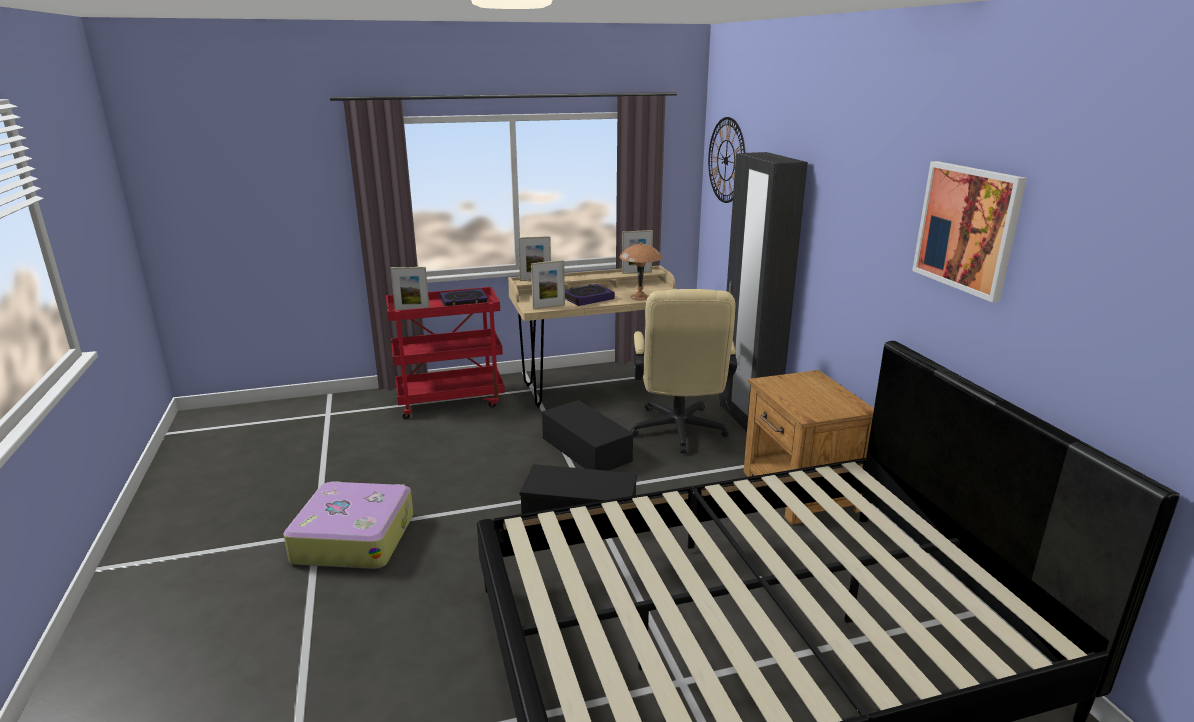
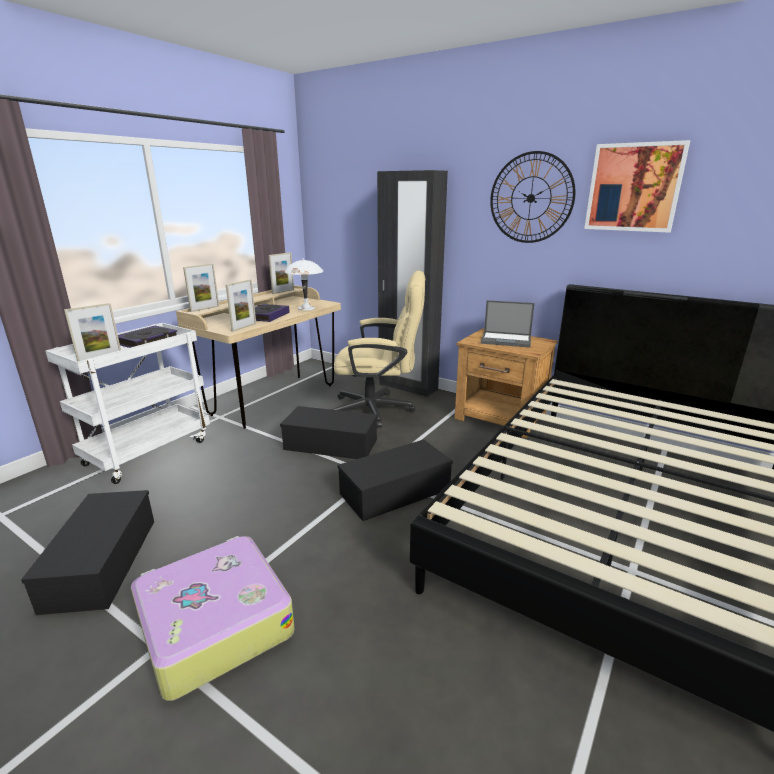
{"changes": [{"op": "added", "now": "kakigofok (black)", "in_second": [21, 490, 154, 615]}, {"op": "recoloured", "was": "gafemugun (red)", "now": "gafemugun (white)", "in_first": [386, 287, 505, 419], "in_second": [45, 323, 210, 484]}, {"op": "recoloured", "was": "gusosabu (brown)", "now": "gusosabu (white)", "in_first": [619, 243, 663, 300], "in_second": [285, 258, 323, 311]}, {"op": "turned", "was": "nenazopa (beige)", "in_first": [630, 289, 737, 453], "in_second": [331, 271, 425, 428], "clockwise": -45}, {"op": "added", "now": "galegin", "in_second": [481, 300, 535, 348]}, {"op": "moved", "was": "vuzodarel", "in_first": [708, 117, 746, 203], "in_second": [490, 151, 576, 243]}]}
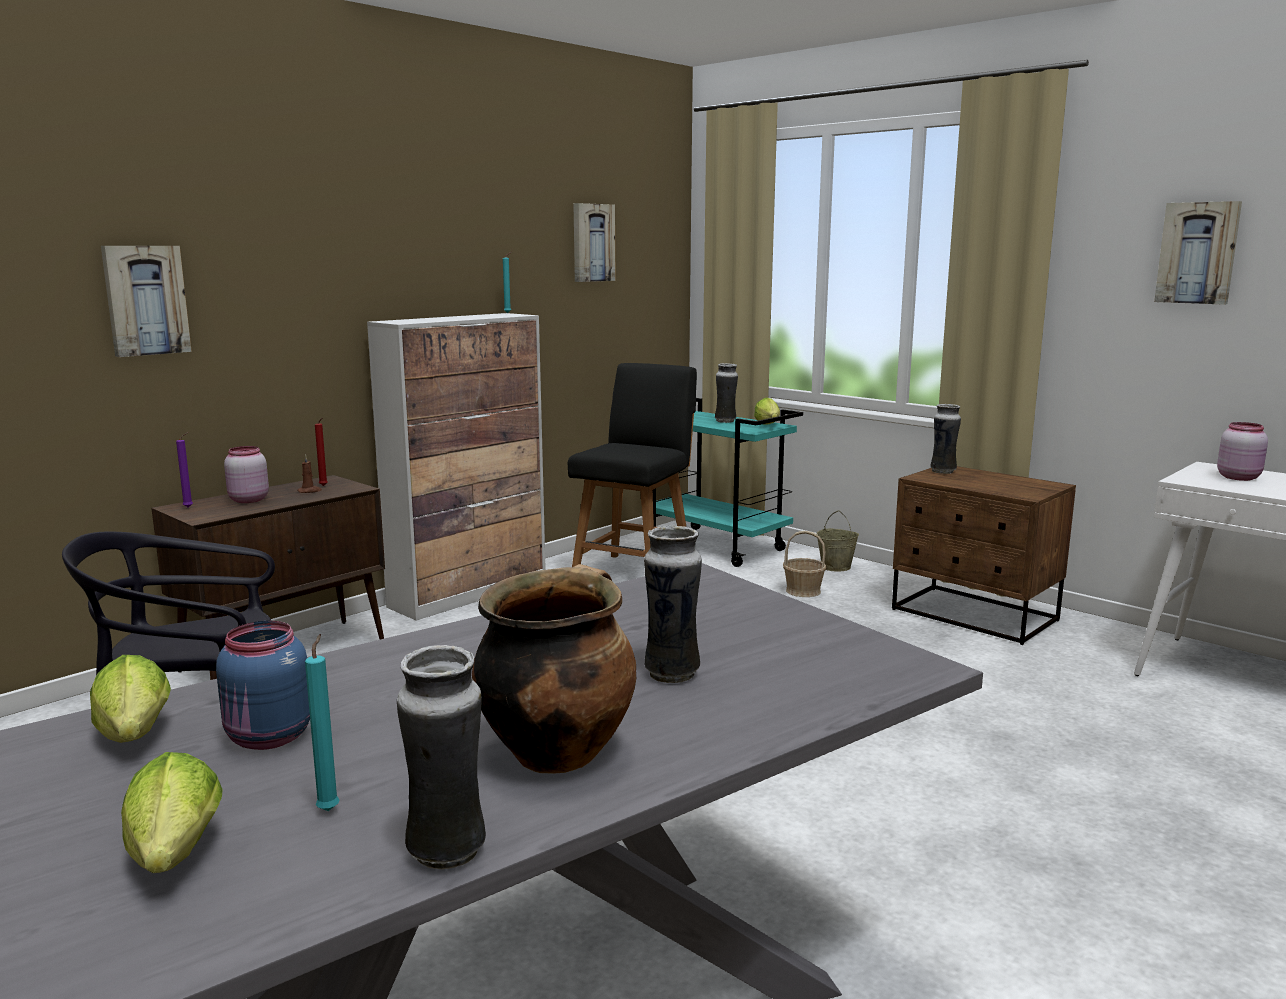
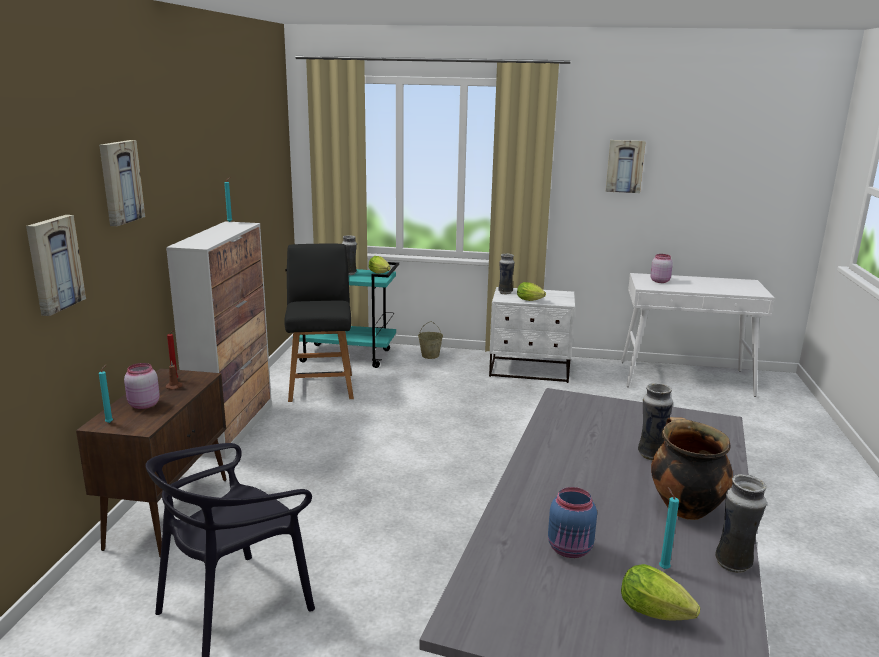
{"changes": [{"op": "moved", "was": "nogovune", "in_first": [573, 203, 615, 282], "in_second": [99, 140, 145, 226]}, {"op": "recoloured", "was": "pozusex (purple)", "now": "pozusex (turquoise)", "in_first": [176, 432, 193, 508], "in_second": [99, 365, 113, 423]}, {"op": "recoloured", "was": "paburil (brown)", "now": "paburil (white)", "in_first": [892, 466, 1076, 645], "in_second": [489, 287, 575, 383]}, {"op": "moved", "was": "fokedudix", "in_first": [90, 655, 171, 743], "in_second": [517, 282, 546, 301]}, {"op": "removed", "was": "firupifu", "in_first": [783, 531, 826, 597]}]}
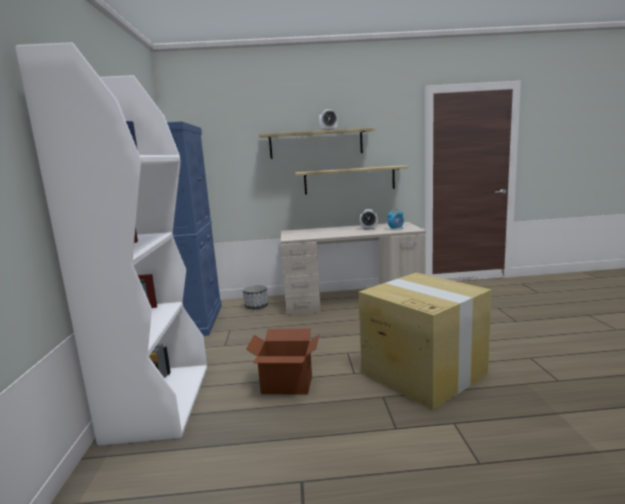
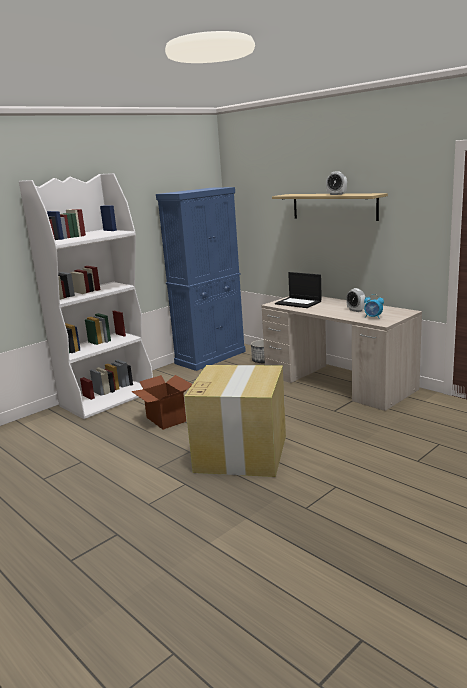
{"changes": [{"op": "added", "now": "galegin", "in_second": [275, 272, 322, 308]}, {"op": "removed", "was": "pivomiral", "in_first": [295, 165, 409, 195]}]}
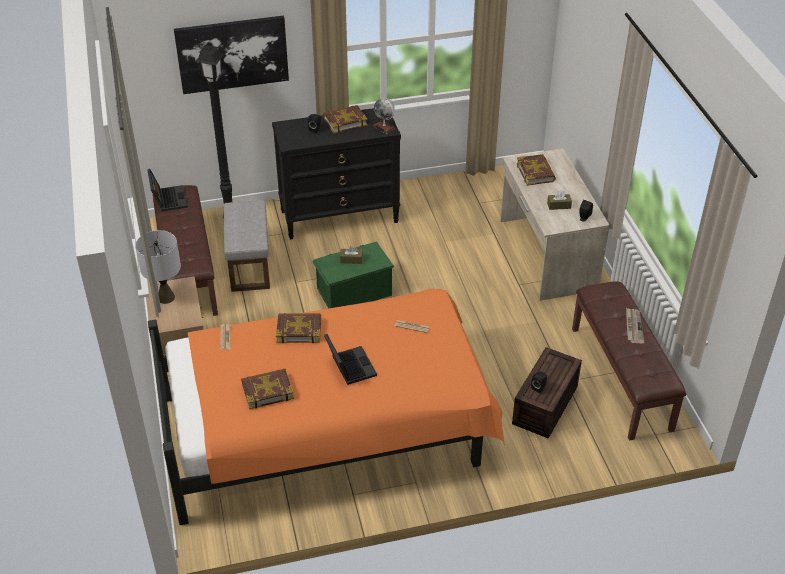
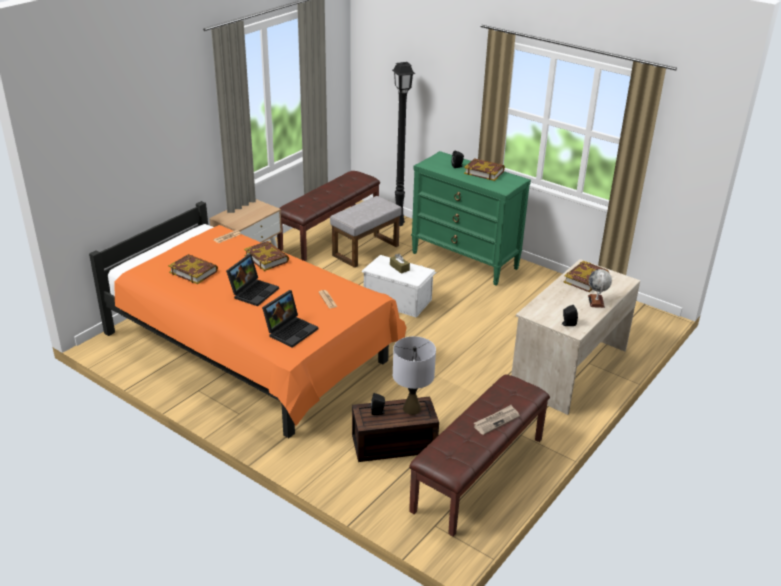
{"changes": [{"op": "moved", "was": "galegin", "in_first": [147, 169, 188, 212], "in_second": [262, 290, 318, 348]}, {"op": "recoloured", "was": "kakigofok (green)", "now": "kakigofok (white)", "in_first": [312, 242, 394, 308], "in_second": [362, 255, 436, 318]}, {"op": "moved", "was": "gusosabu (grey)", "in_first": [135, 230, 181, 304], "in_second": [393, 336, 436, 415]}, {"op": "recoloured", "was": "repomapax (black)", "now": "repomapax (green)", "in_first": [272, 108, 401, 239], "in_second": [411, 151, 531, 286]}, {"op": "moved", "was": "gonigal", "in_first": [373, 98, 396, 134], "in_second": [588, 269, 612, 308]}, {"op": "removed", "was": "nogovune", "in_first": [174, 16, 289, 94]}, {"op": "removed", "was": "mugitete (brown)", "in_first": [547, 190, 572, 210]}]}
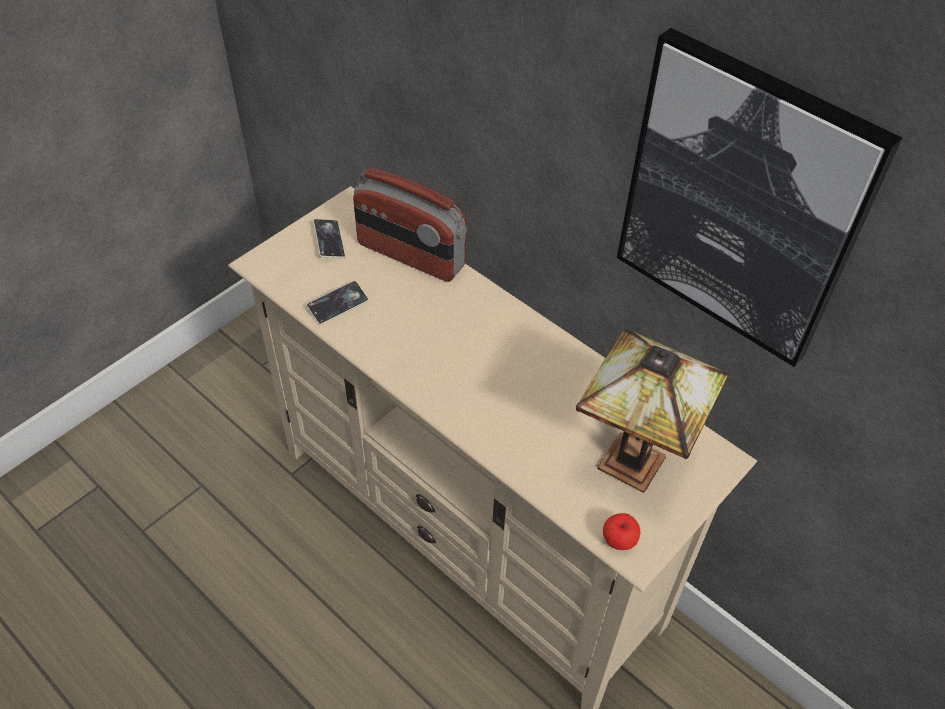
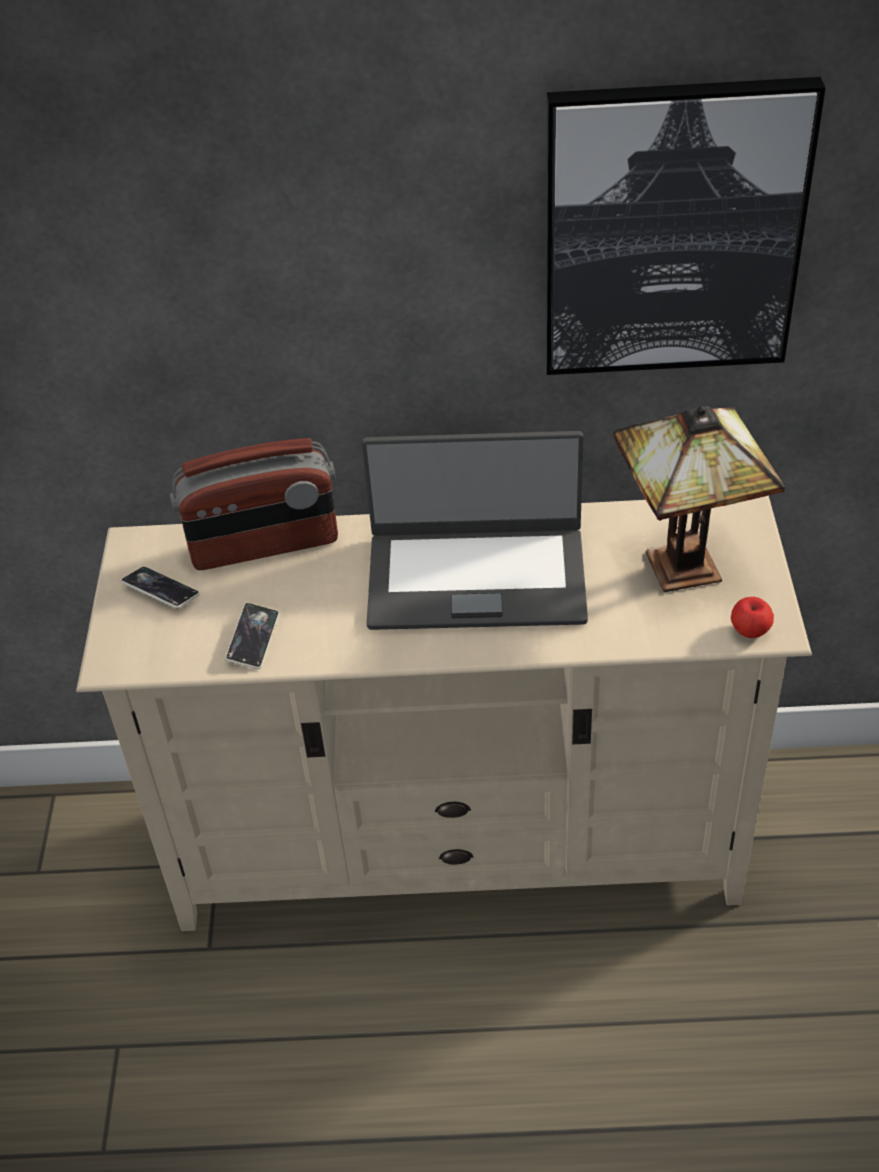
{"changes": [{"op": "added", "now": "galegin", "in_second": [362, 431, 588, 630]}]}
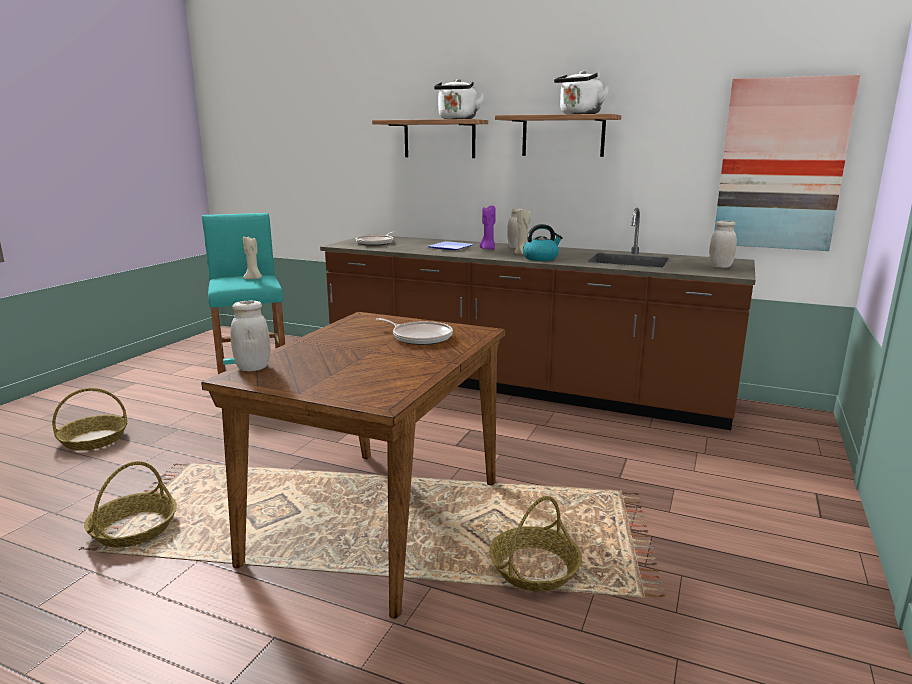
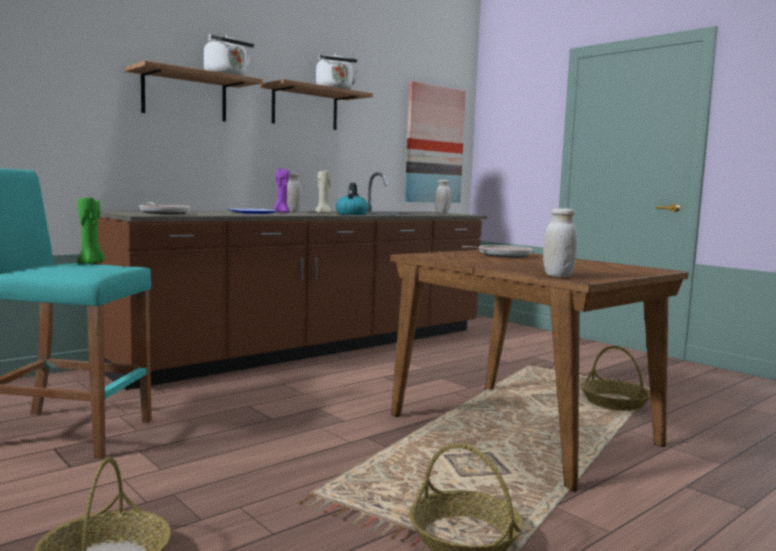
{"changes": [{"op": "recoloured", "was": "pozusex (beige)", "now": "pozusex (green)", "in_first": [243, 235, 262, 279], "in_second": [77, 196, 105, 264]}]}
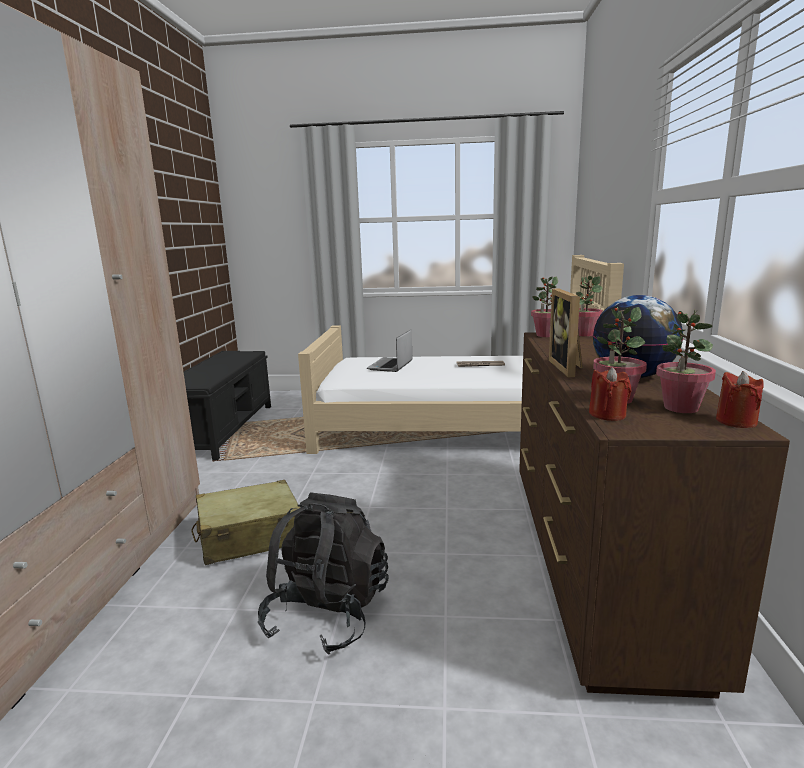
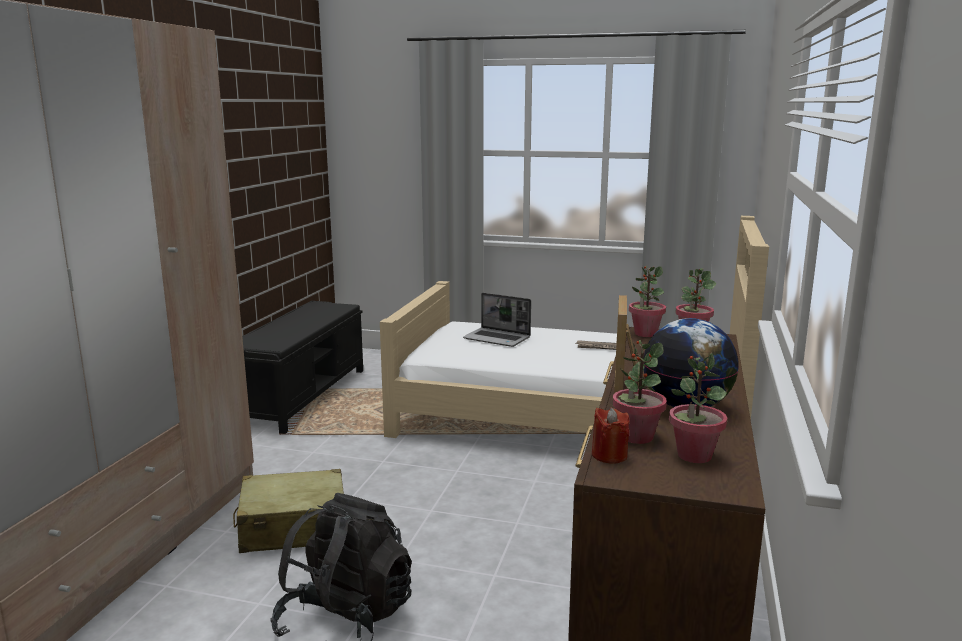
{"changes": [{"op": "turned", "was": "galegin", "in_first": [367, 330, 412, 372], "in_second": [463, 293, 531, 347], "clockwise": -90}, {"op": "removed", "was": "pozusex (red)", "in_first": [716, 371, 764, 428]}]}
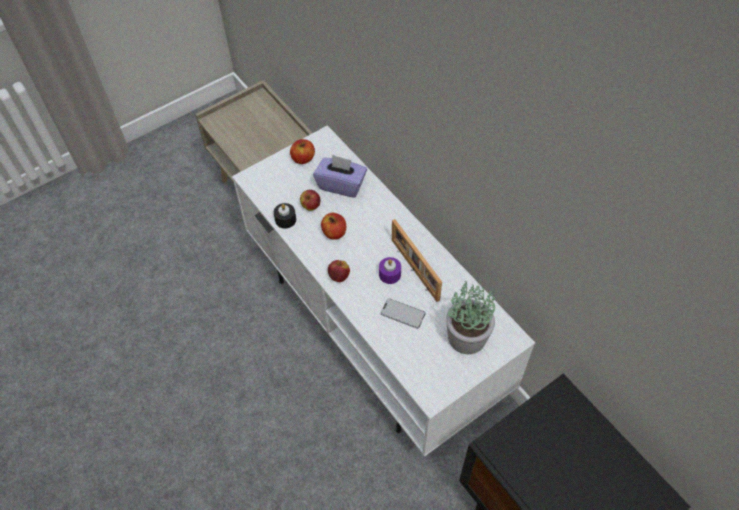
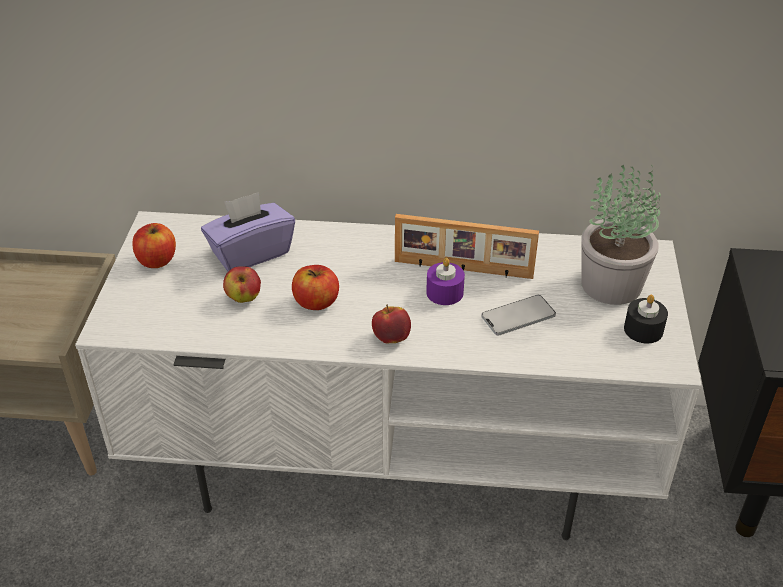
{"changes": [{"op": "moved", "was": "pozusex (black)", "in_first": [274, 203, 296, 229], "in_second": [624, 294, 668, 343]}]}
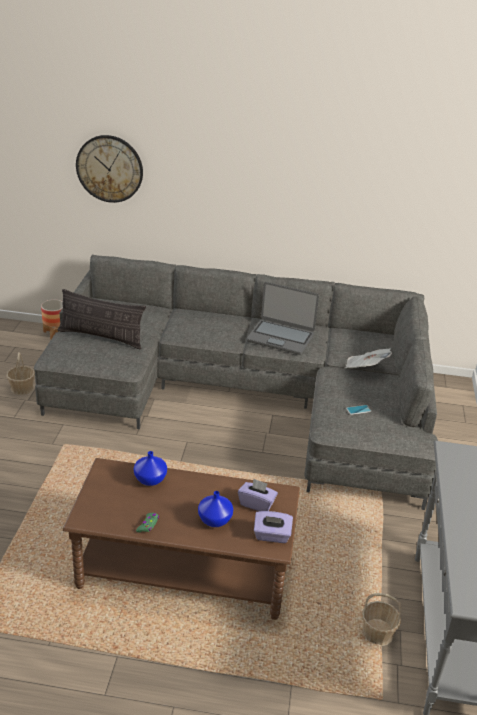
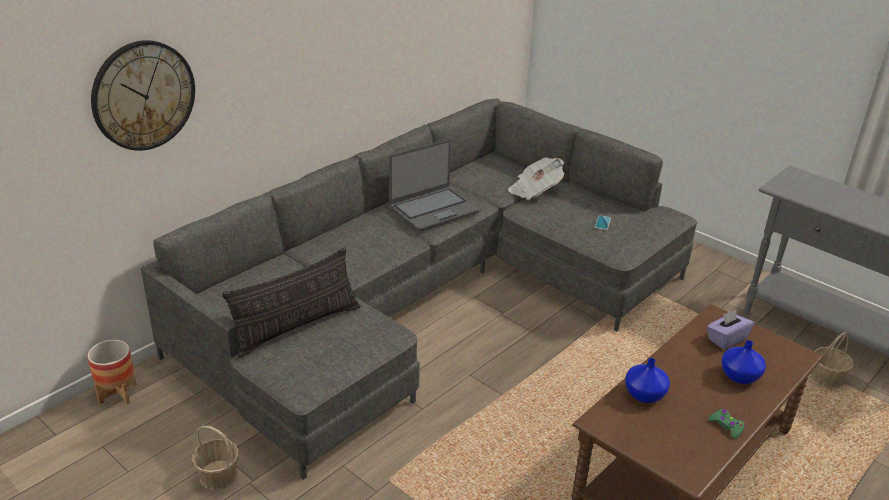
{"changes": [{"op": "removed", "was": "mugitete (purple)", "in_first": [254, 511, 293, 543]}]}
